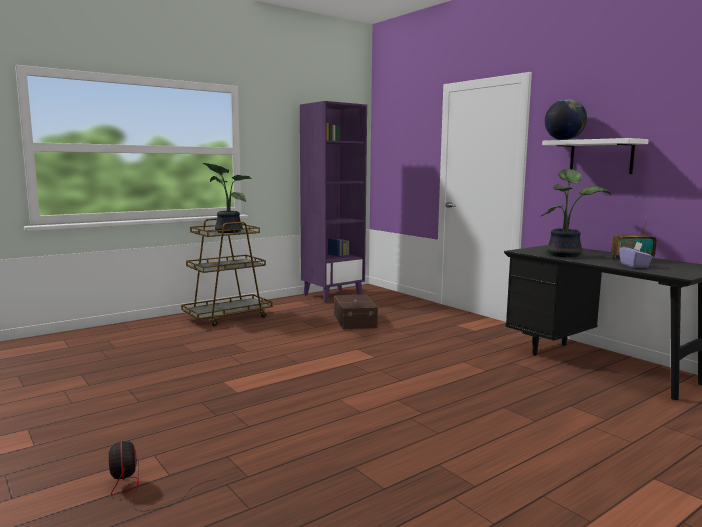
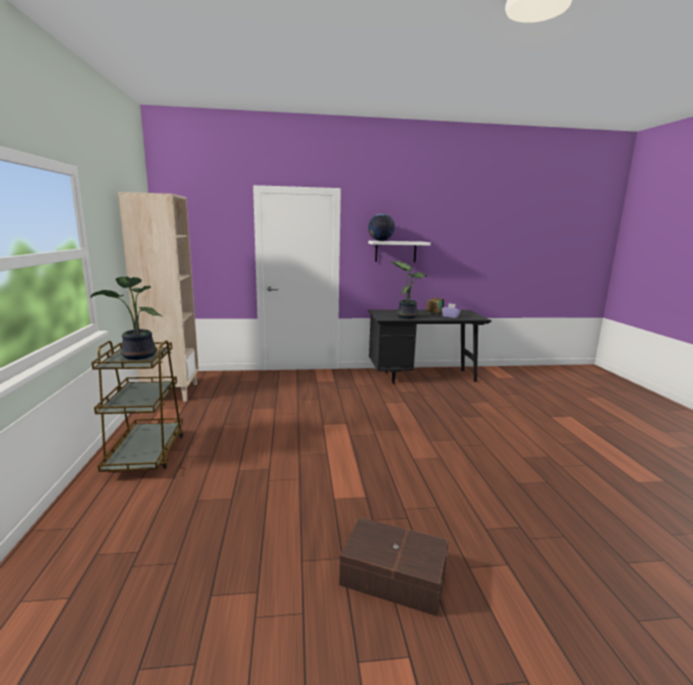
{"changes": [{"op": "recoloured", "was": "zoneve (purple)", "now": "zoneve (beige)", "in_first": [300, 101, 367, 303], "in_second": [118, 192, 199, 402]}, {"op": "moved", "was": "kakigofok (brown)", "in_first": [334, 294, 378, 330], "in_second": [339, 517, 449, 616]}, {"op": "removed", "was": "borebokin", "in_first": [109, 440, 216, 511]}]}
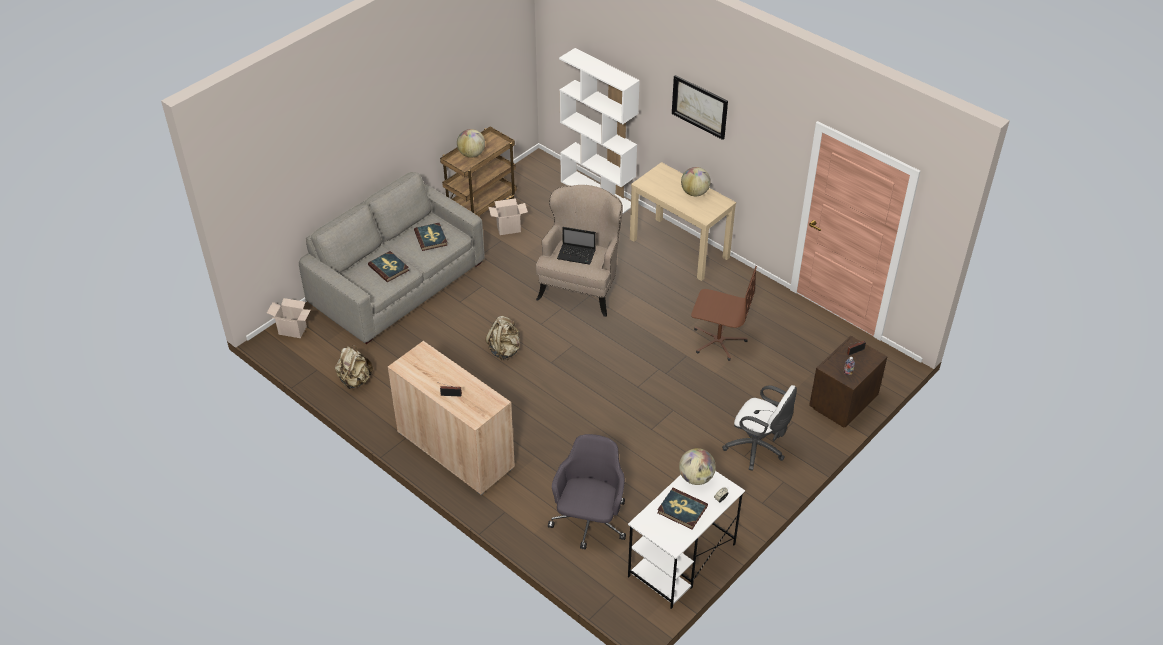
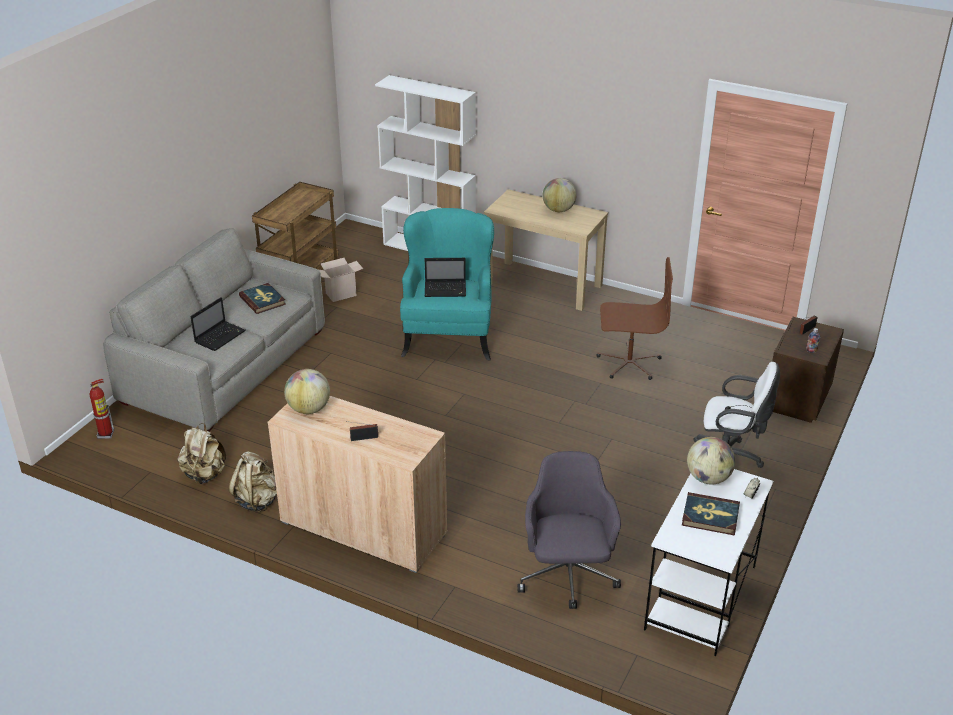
{"changes": [{"op": "replaced", "was": "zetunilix", "now": "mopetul", "in_first": [267, 298, 311, 338], "in_second": [90, 379, 114, 439]}, {"op": "replaced", "was": "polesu", "now": "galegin", "in_first": [368, 251, 409, 282], "in_second": [191, 297, 246, 351]}, {"op": "moved", "was": "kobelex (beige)", "in_first": [485, 316, 520, 360], "in_second": [229, 451, 277, 512]}, {"op": "moved", "was": "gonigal", "in_first": [457, 129, 485, 158], "in_second": [284, 369, 330, 414]}, {"op": "recoloured", "was": "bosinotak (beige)", "now": "bosinotak (turquoise)", "in_first": [536, 185, 623, 317], "in_second": [400, 208, 494, 360]}, {"op": "removed", "was": "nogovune", "in_first": [672, 75, 728, 140]}]}
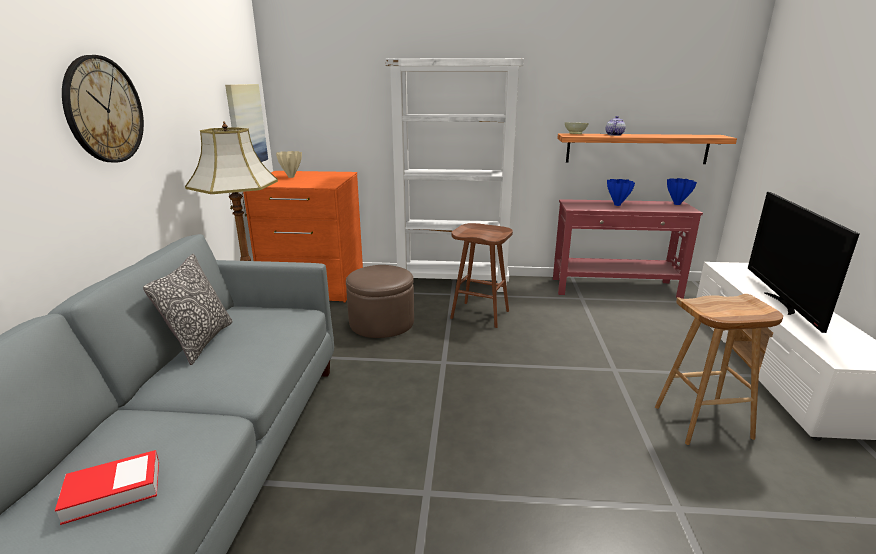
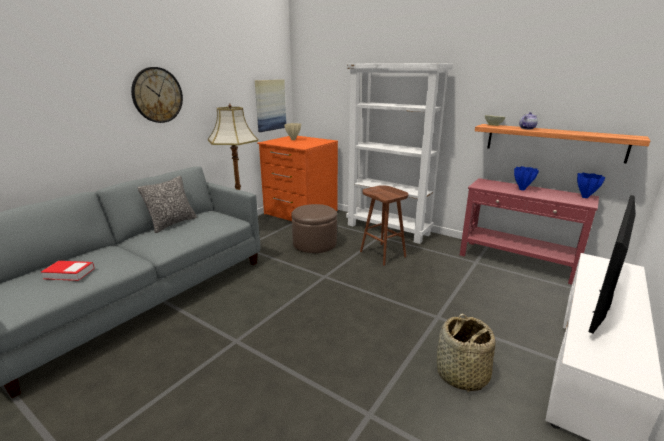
{"changes": [{"op": "replaced", "was": "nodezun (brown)", "now": "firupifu", "in_first": [655, 294, 783, 445], "in_second": [437, 314, 496, 392]}]}
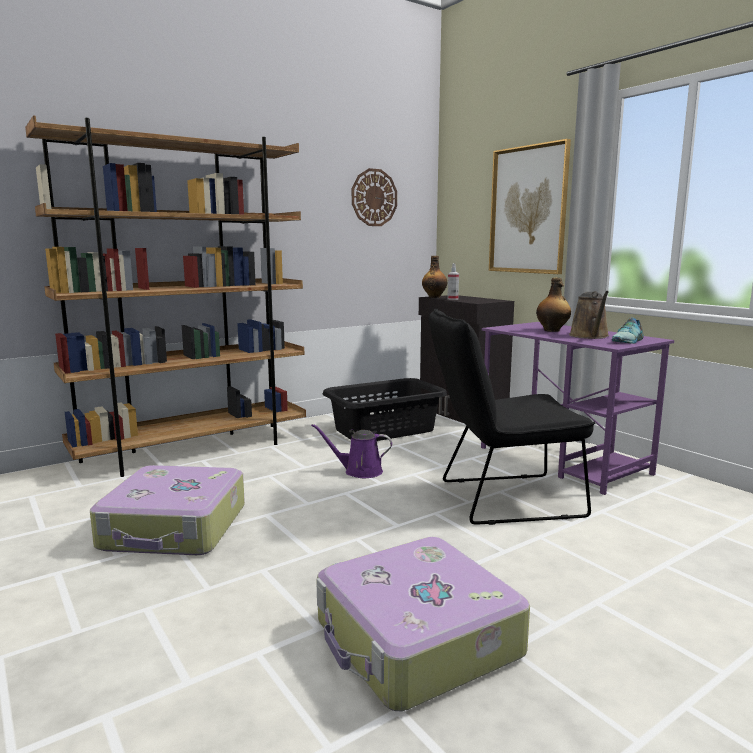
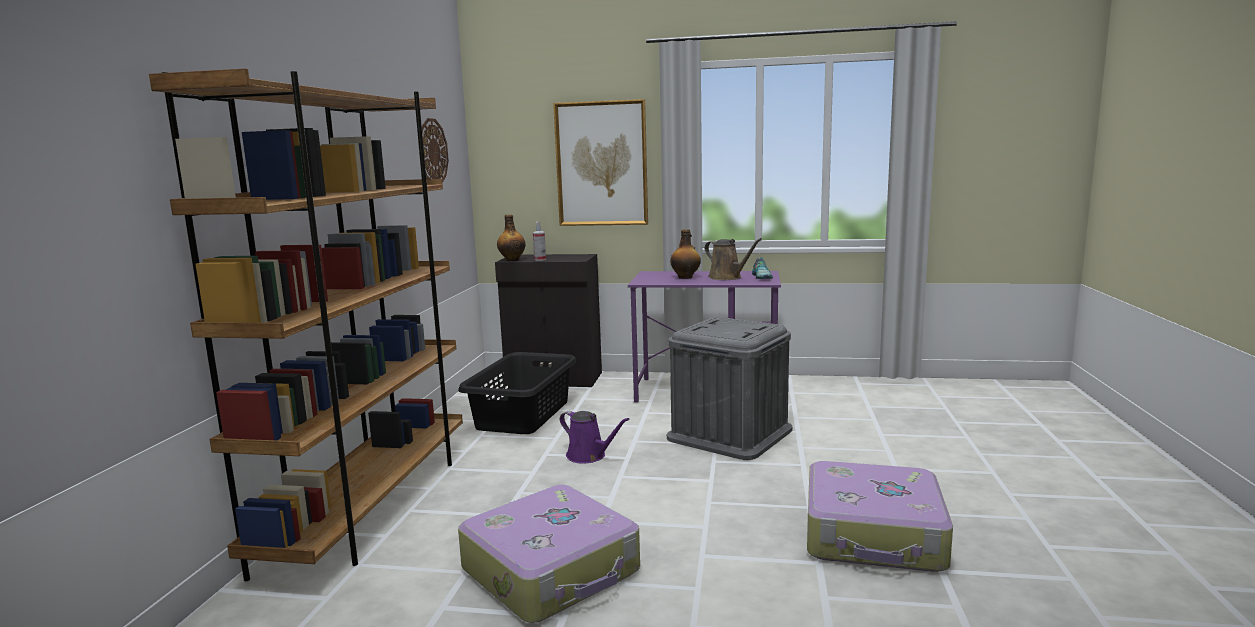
{"changes": [{"op": "turned", "was": "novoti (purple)", "in_first": [311, 424, 392, 478], "in_second": [560, 411, 629, 464], "clockwise": -105}, {"op": "replaced", "was": "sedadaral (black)", "now": "kakigofok (grey)", "in_first": [429, 308, 595, 525], "in_second": [667, 317, 792, 460]}]}
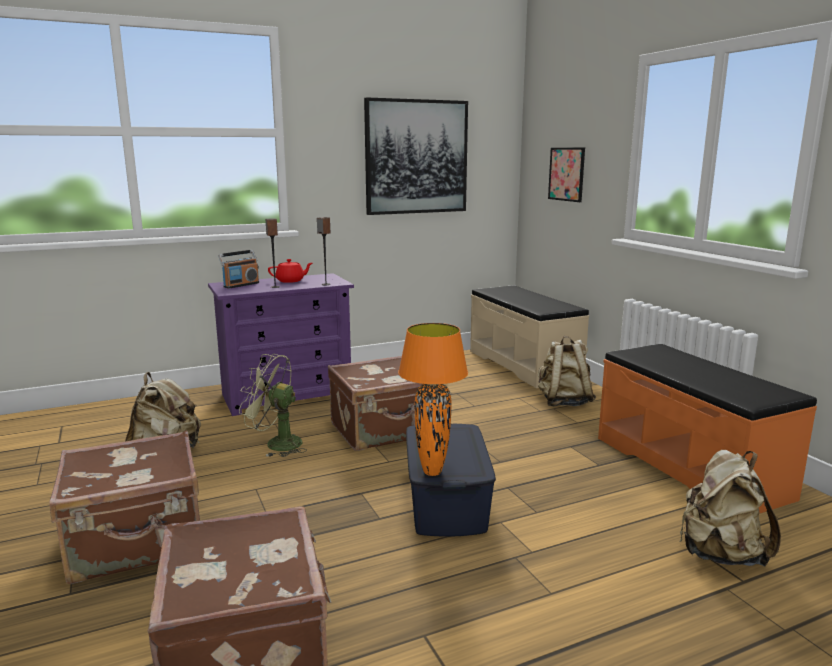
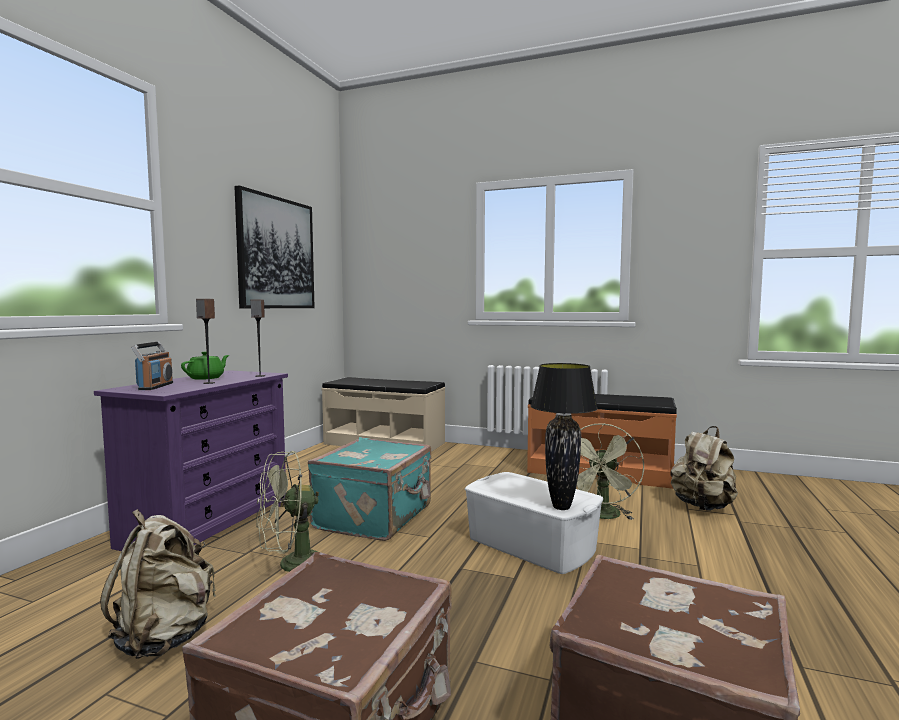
{"changes": [{"op": "recoloured", "was": "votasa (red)", "now": "votasa (green)", "in_first": [268, 259, 312, 283], "in_second": [181, 352, 229, 380]}, {"op": "recoloured", "was": "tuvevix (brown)", "now": "tuvevix (turquoise)", "in_first": [328, 356, 422, 451], "in_second": [308, 437, 431, 541]}, {"op": "recoloured", "was": "kakigofok (blue)", "now": "kakigofok (white)", "in_first": [406, 424, 496, 537], "in_second": [465, 472, 603, 574]}, {"op": "recoloured", "was": "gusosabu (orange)", "now": "gusosabu (black)", "in_first": [398, 323, 468, 476], "in_second": [531, 363, 598, 510]}, {"op": "added", "now": "borebokin (green)", "in_second": [577, 423, 644, 520]}, {"op": "removed", "was": "kobelex (beige)", "in_first": [538, 336, 596, 406]}, {"op": "removed", "was": "nogovune", "in_first": [548, 148, 585, 202]}]}
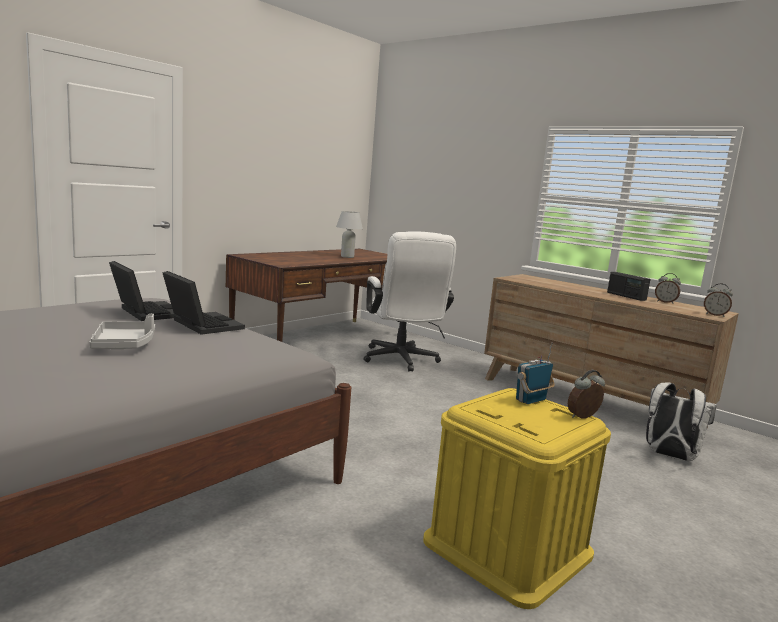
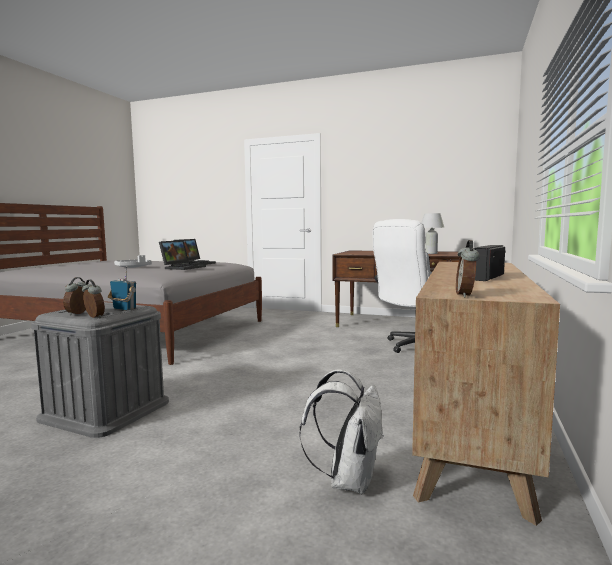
{"changes": [{"op": "recoloured", "was": "kakigofok (yellow)", "now": "kakigofok (grey)", "in_first": [423, 388, 611, 609], "in_second": [31, 302, 169, 438]}, {"op": "moved", "was": "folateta", "in_first": [655, 273, 681, 304], "in_second": [63, 277, 86, 315]}]}
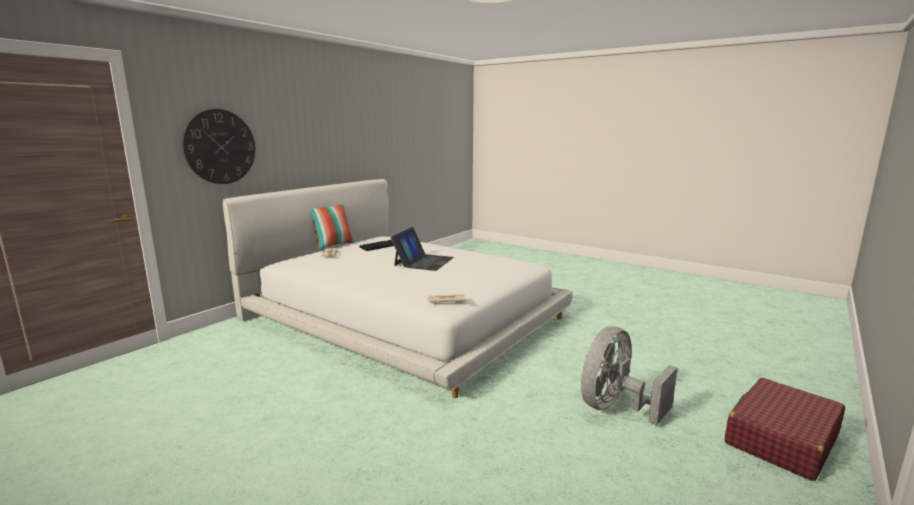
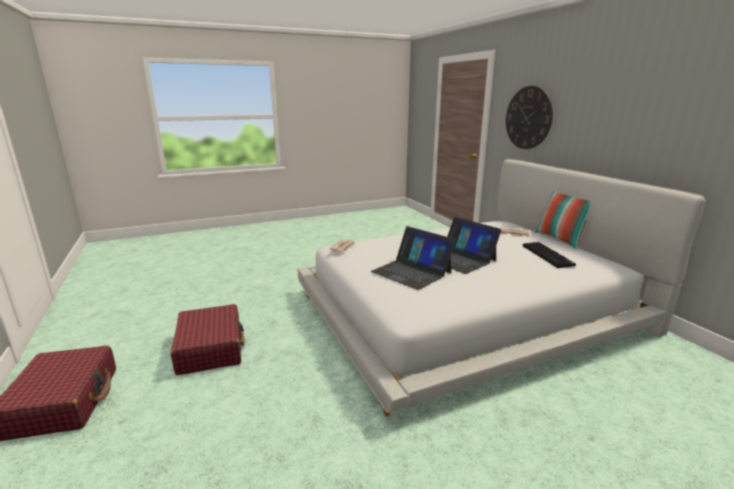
{"changes": [{"op": "replaced", "was": "borebokin (grey)", "now": "tuvevix (red)", "in_first": [581, 326, 678, 425], "in_second": [171, 304, 245, 375]}, {"op": "added", "now": "galegin", "in_second": [371, 226, 456, 290]}]}
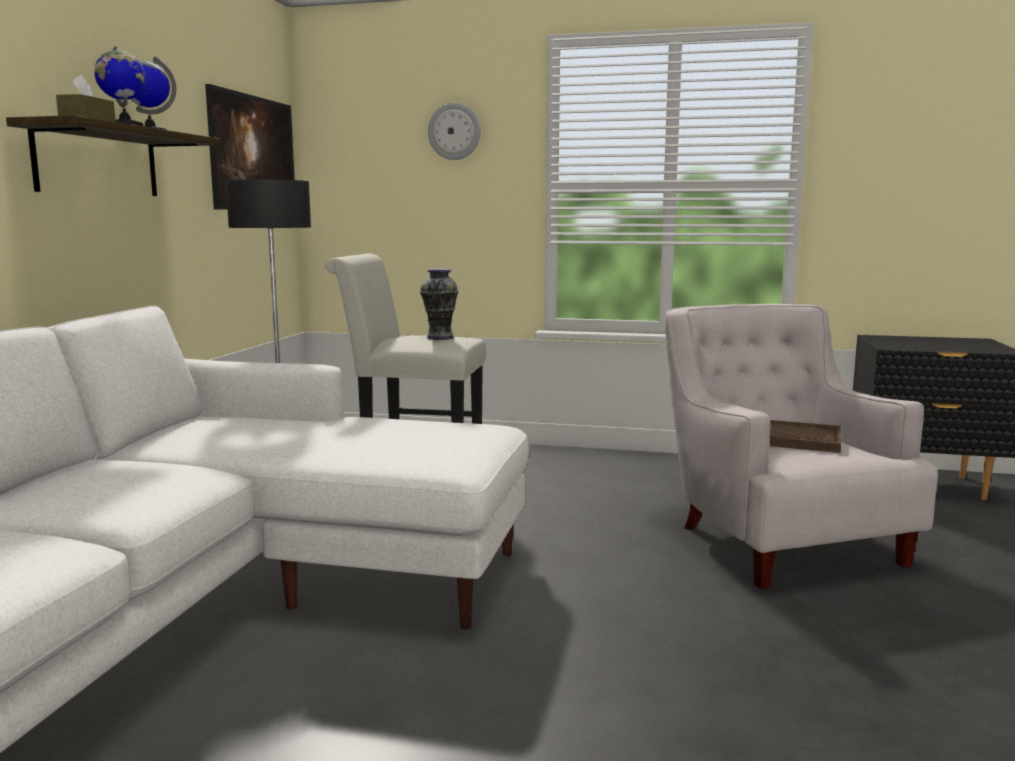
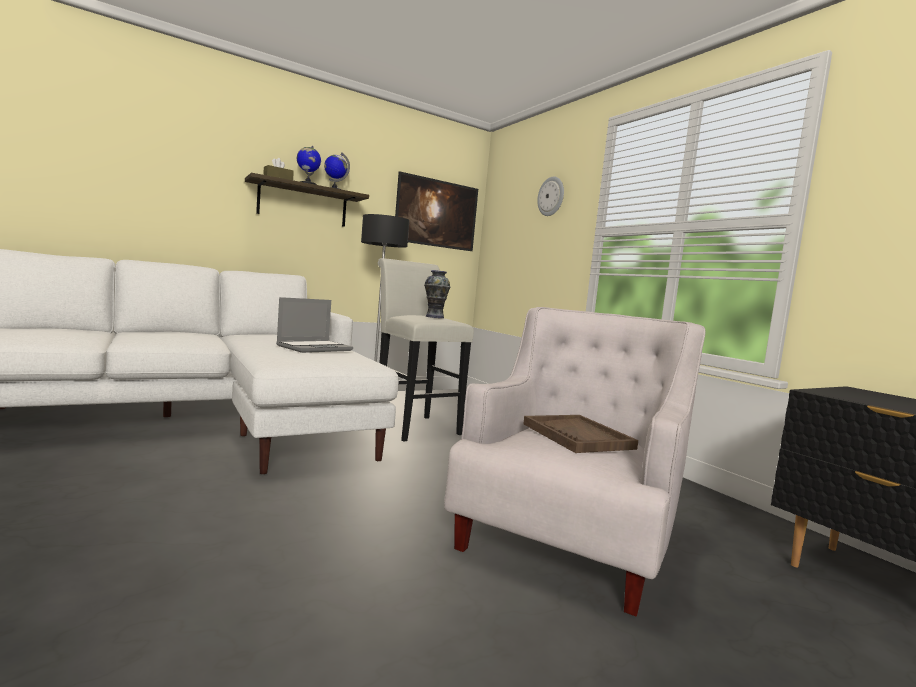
{"changes": [{"op": "added", "now": "galegin", "in_second": [276, 297, 353, 353]}]}
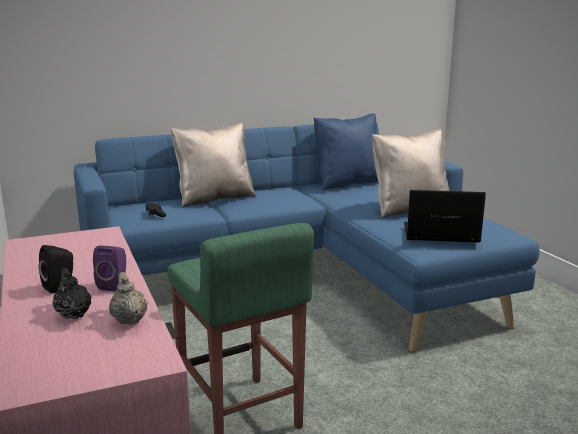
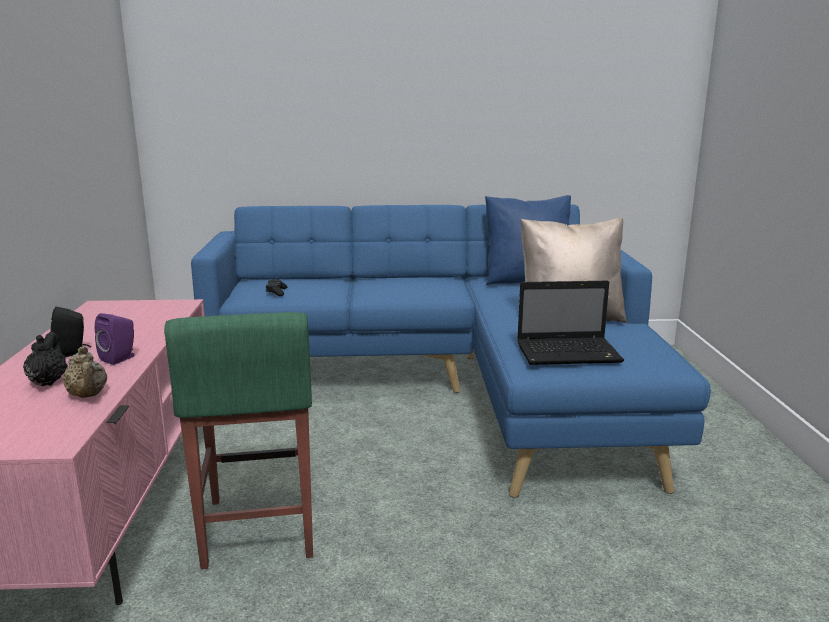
{"changes": [{"op": "turned", "was": "votasa (beige)", "in_first": [109, 272, 148, 325], "in_second": [62, 347, 107, 398], "clockwise": 150}, {"op": "turned", "was": "galegin", "in_first": [404, 190, 486, 243], "in_second": [517, 281, 624, 365], "clockwise": 150}, {"op": "removed", "was": "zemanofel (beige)", "in_first": [171, 122, 256, 208]}]}
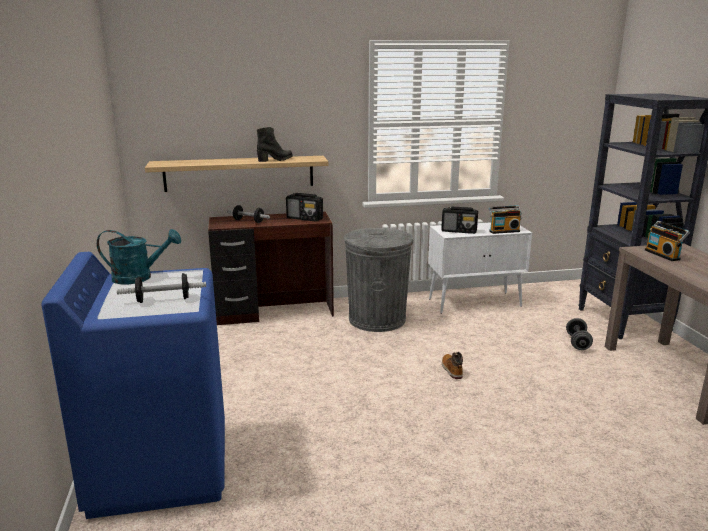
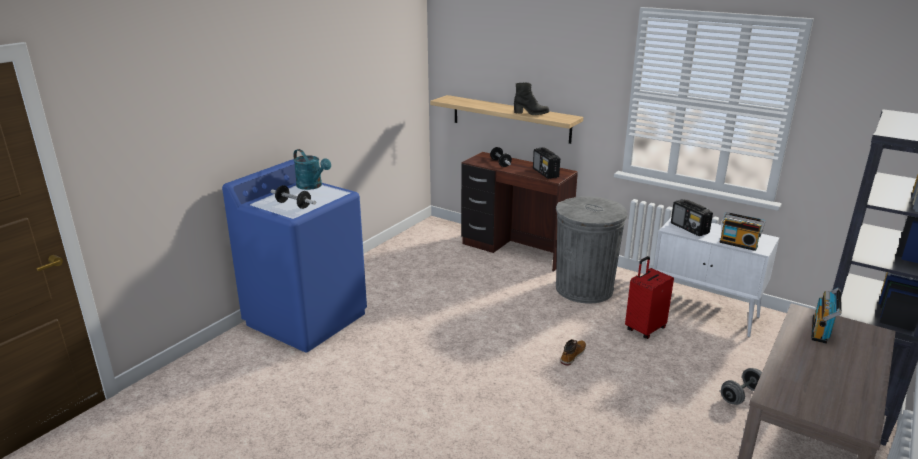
{"changes": [{"op": "added", "now": "tuvevix (red)", "in_second": [625, 256, 674, 339]}]}
